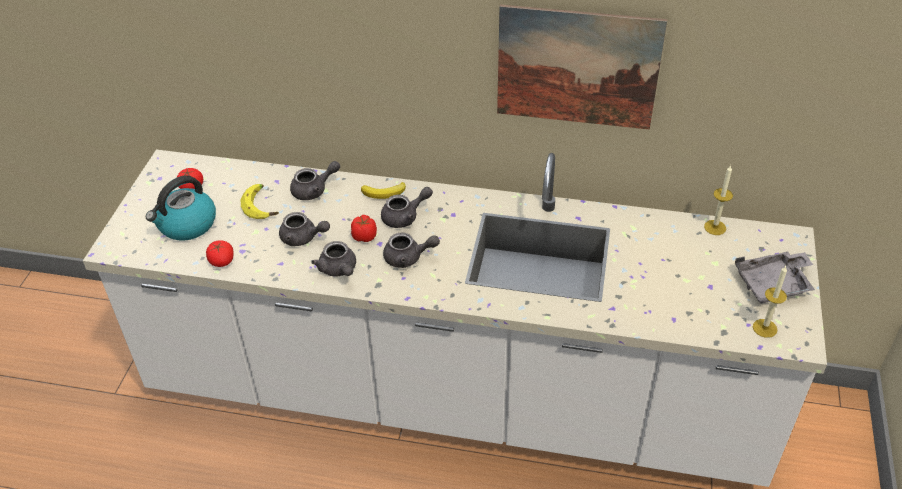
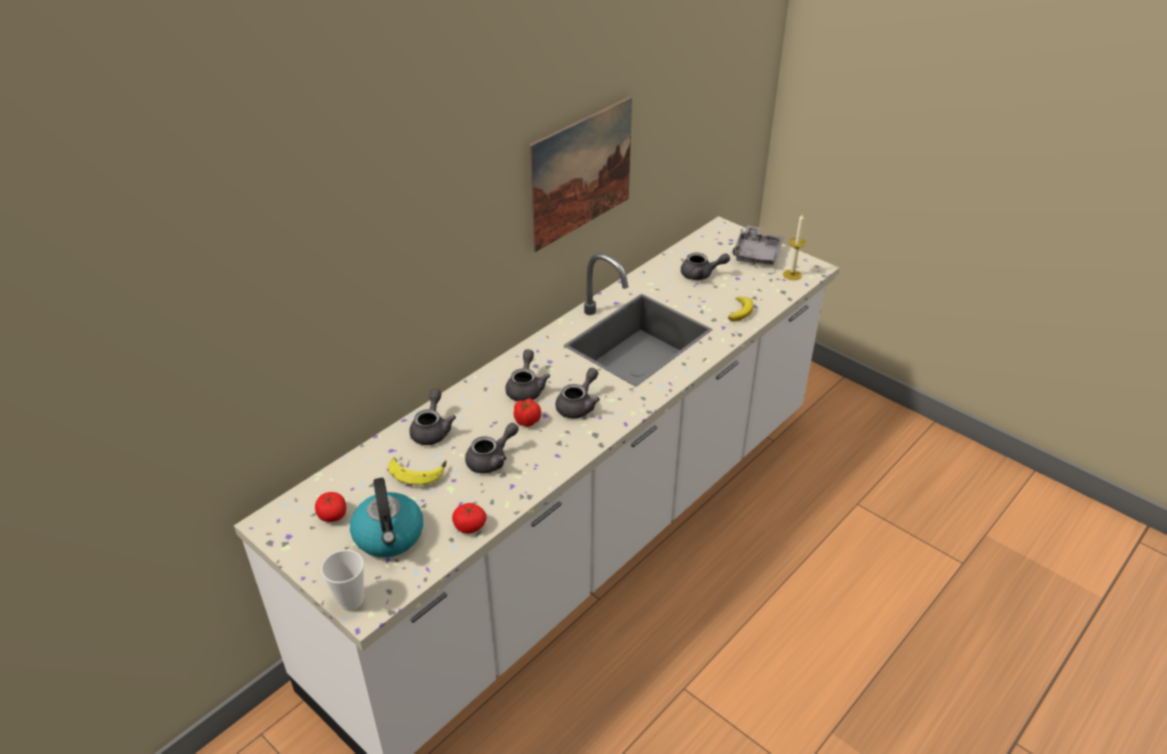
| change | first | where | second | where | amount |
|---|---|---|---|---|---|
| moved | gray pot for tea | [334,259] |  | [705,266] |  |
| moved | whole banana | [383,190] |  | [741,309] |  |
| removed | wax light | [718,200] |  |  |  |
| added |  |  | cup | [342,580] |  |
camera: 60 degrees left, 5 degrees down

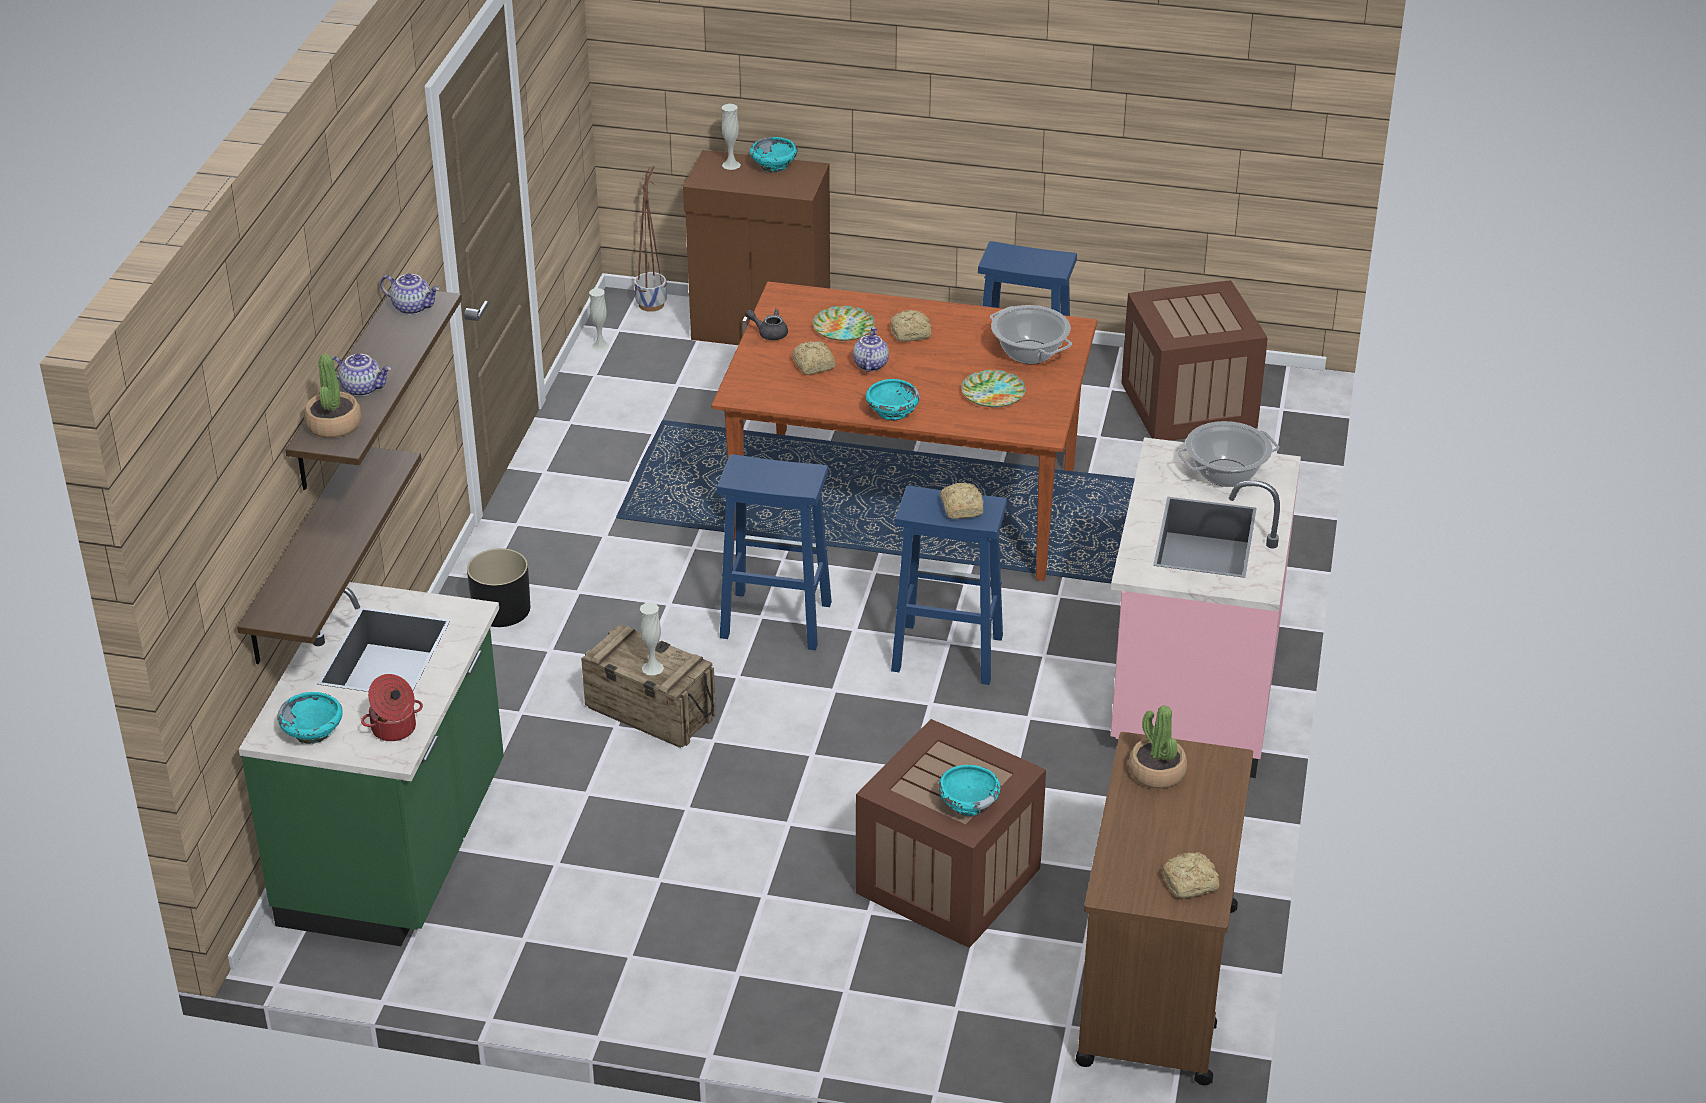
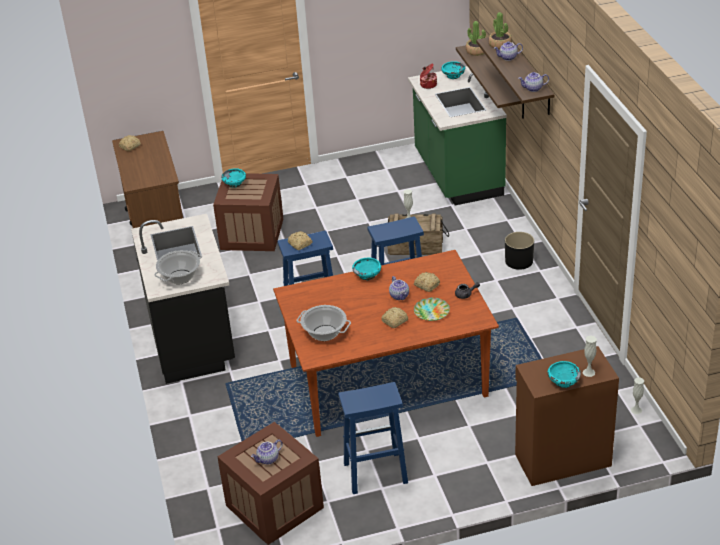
| change | first | where | second | where | amount |
|---|---|---|---|---|---|
| removed | planter | [650,239] |  |  |  |
| removed | plate | [993,388] |  |  |  |
| recoloured | pink counter | [1206,607] | black-coloured counter | [183,299] |  |
| moved | plant in a pot | [1158,747] |  | [476,38] |  |
| added |  |  | pot for tea | [267,451] |  |
camera: 155 degrees right, 0 degrees up

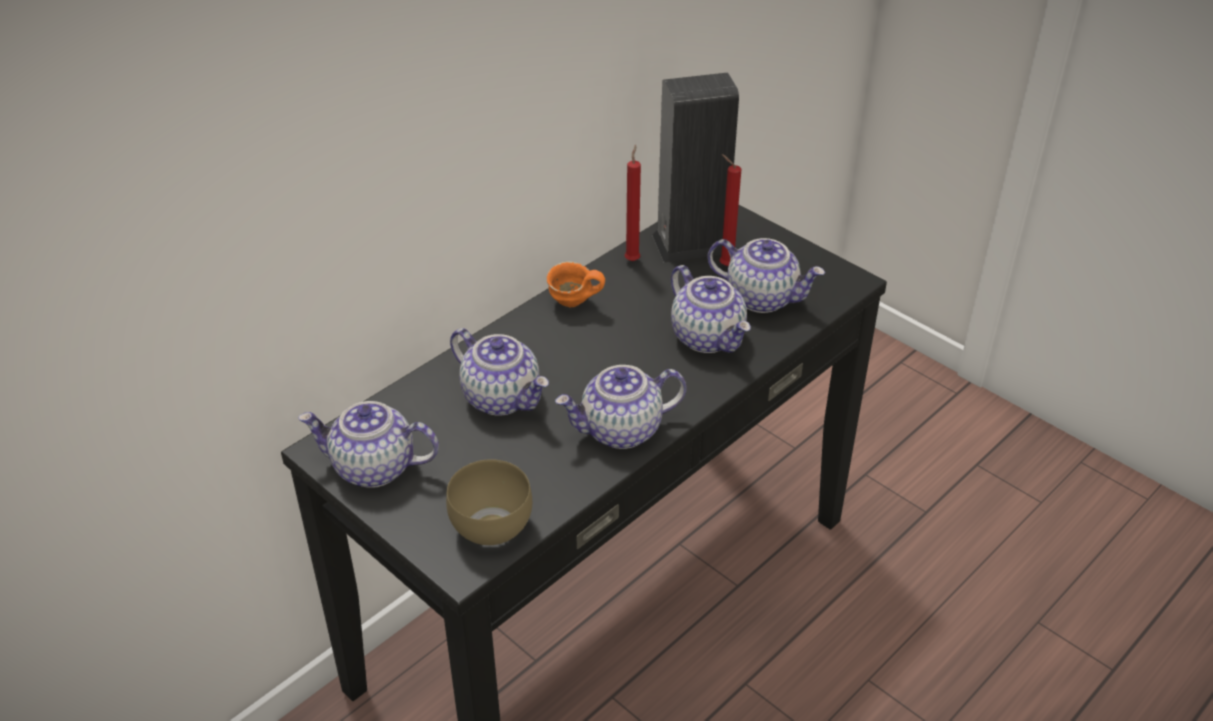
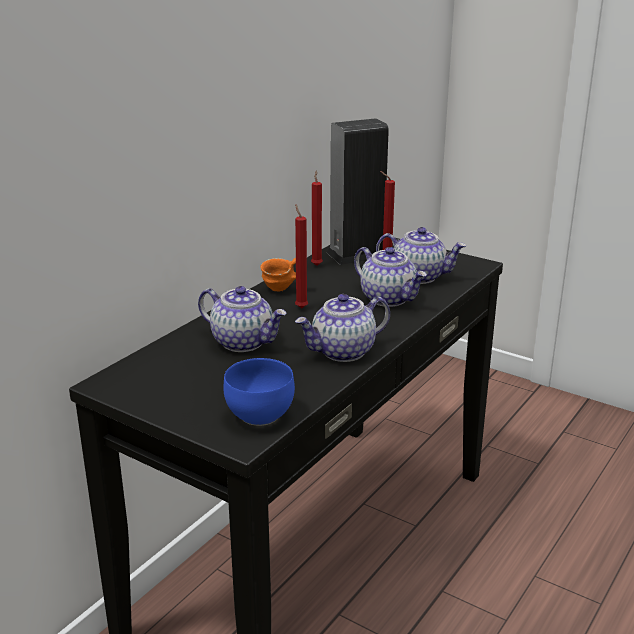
| change | first | where | second | where | amount |
|---|---|---|---|---|---|
| removed | pot for tea | [368,444] |  |  |  |
| recoloured | brownish serving bowl | [489,502] | blue-coloured serving bowl | [259,392] |  |
| added |  |  | reddish wax light | [301,256] |  |
camera: 10 degrees left, 15 degrees down

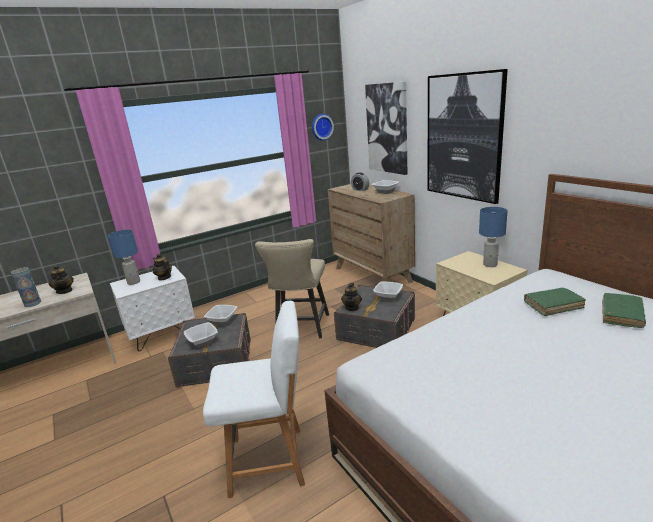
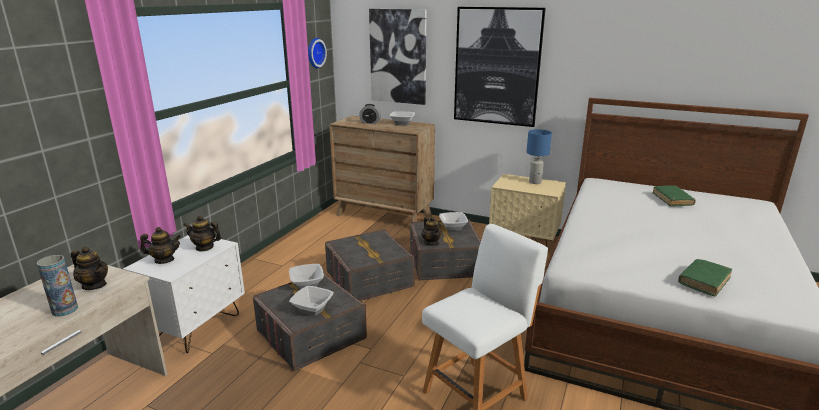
| change | first | where | second | where | amount |
|---|---|---|---|---|---|
| replaced | blue-coloured lamp for a table | [123,257] | pot for tea | [160,245] |  |
| replaced | sand-coloured plain chair | [292,288] | gray storage box | [370,265] |  |
| moved | green-coloured book | [555,302] |  | [705,278] |  |
camera: 35 degrees left, 0 degrees up

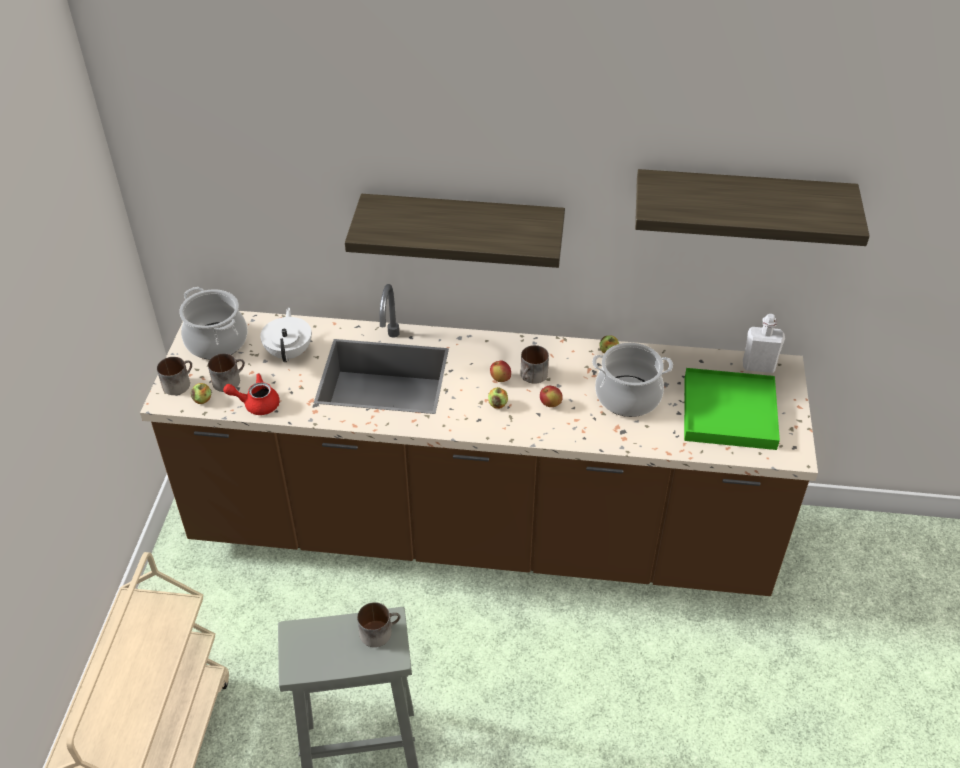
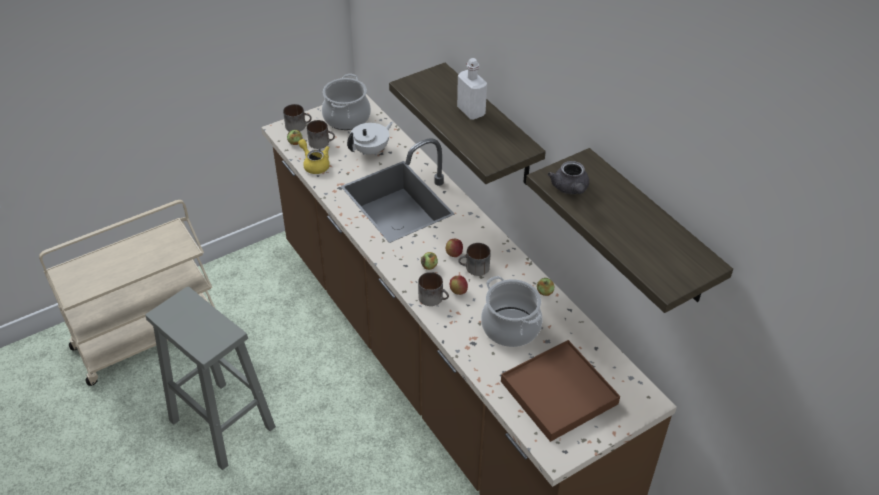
| change | first | where | second | where | amount |
|---|---|---|---|---|---|
| recoloured | reddish pot for tea | [251,394] | yellowish pot for tea | [314,156] |  |
| moved | tea mug | [378,624] |  | [433,289] |  |
| recoloured | green-coloured tray | [732,409] | brownish tray | [560,391] |  |
| moved | white-coloured bottle | [764,343] |  | [472,89] |  |
| added |  |  | gray pot for tea | [568,177] |  |
camera: 50 degrees right, 0 degrees up

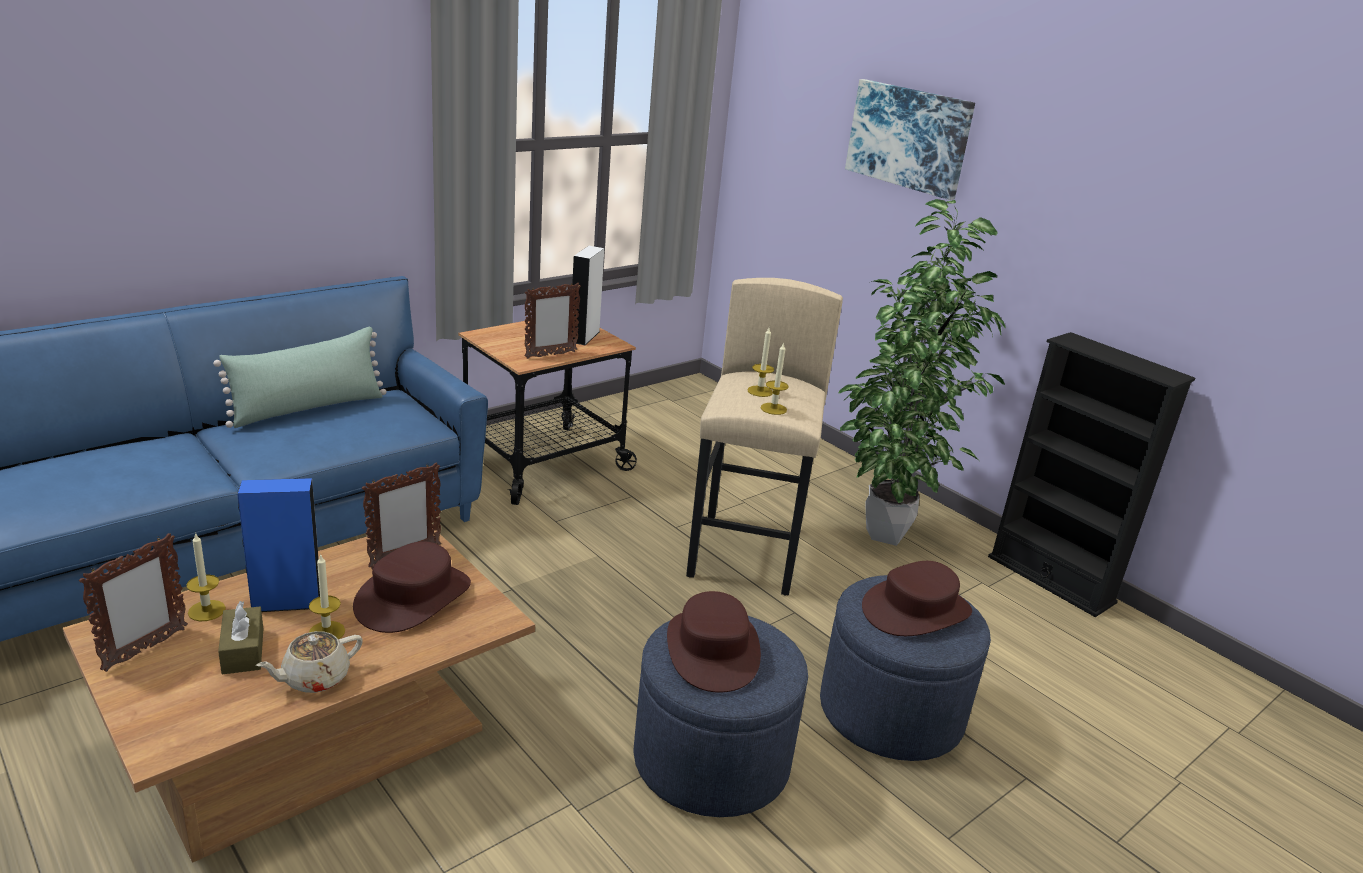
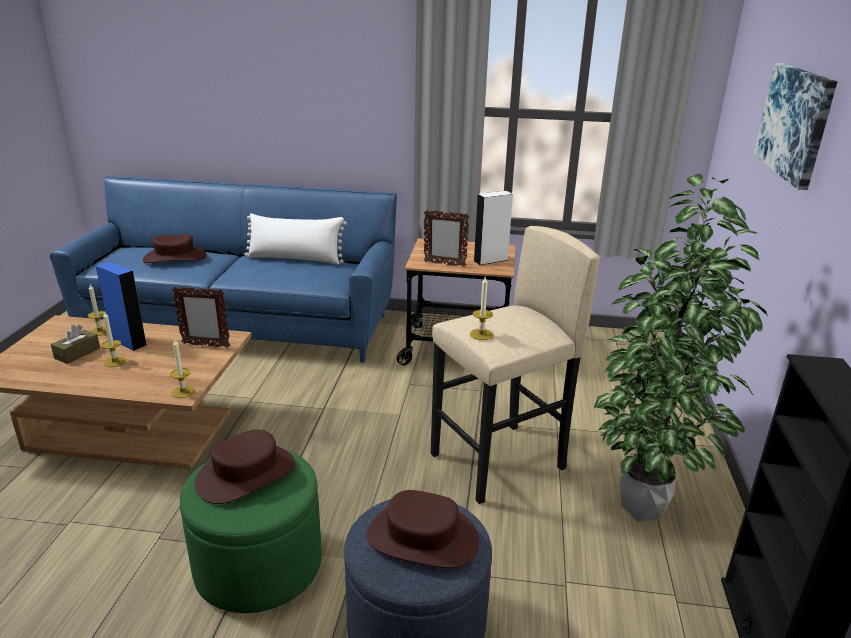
| change | first | where | second | where | amount |
|---|---|---|---|---|---|
| removed | photo frame | [133,602] |  |  |  |
| recoloured | green-coloured pillow | [299,377] | white-coloured pillow | [295,239] |  |
| removed | sand-coloured pot for tea | [309,662] |  |  |  |
| moved | brownish clothing hat | [412,587] |  | [175,248] |  |
| recoloured | blue-coloured footrest | [721,716] | green-coloured footrest | [251,531] |  |
| moved | wax light | [760,362] |  | [182,369] |  |
camera: 50 degrees right, 0 degrees up

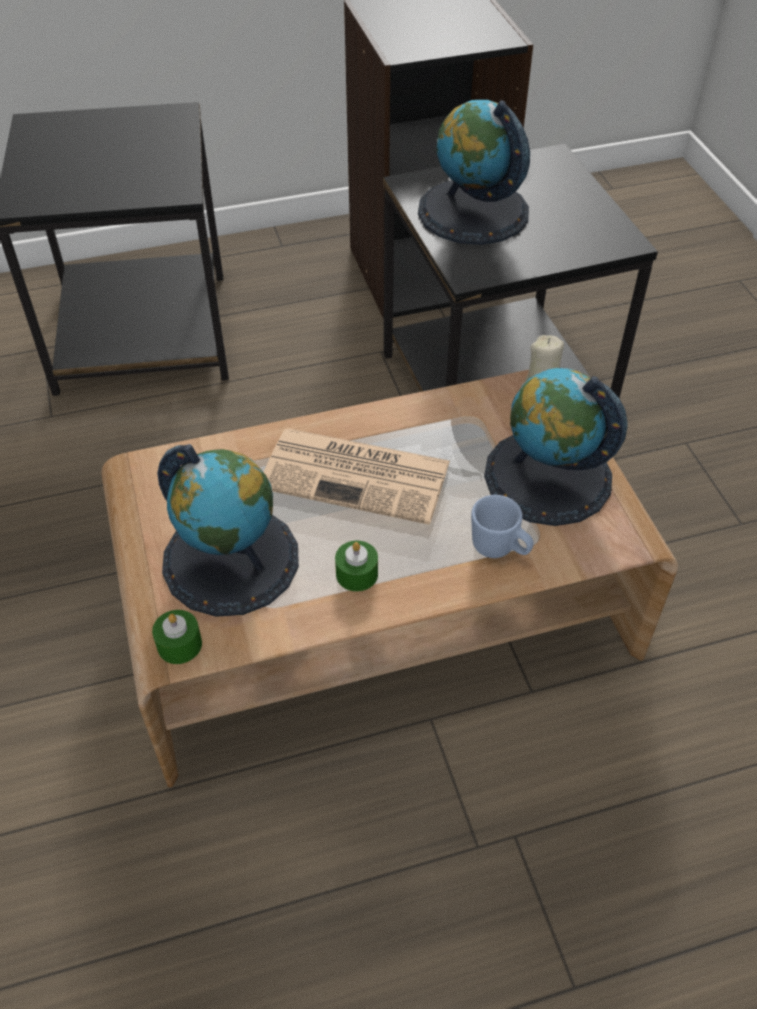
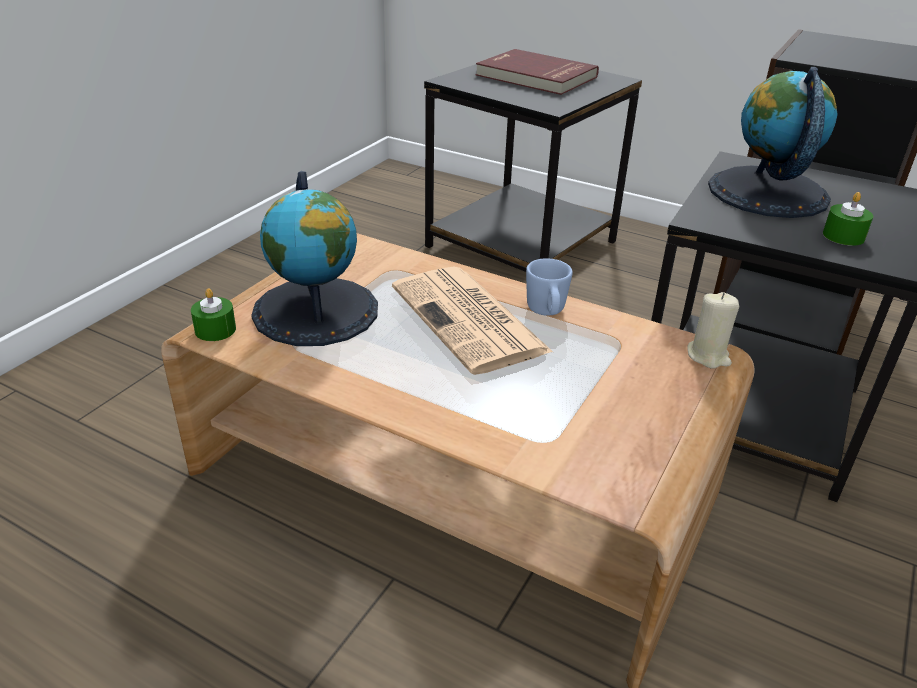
| change | first | where | second | where | amount |
|---|---|---|---|---|---|
| moved | green-coloured wax light | [356,566] |  | [848,219] |  |
| moved | blue-coloured tea mug | [502,526] |  | [549,287] |  |
| removed | globe | [555,447] |  |  |  |
| added |  |  | reddish book | [537,72] |  |
camera: 45 degrees right, 15 degrees down

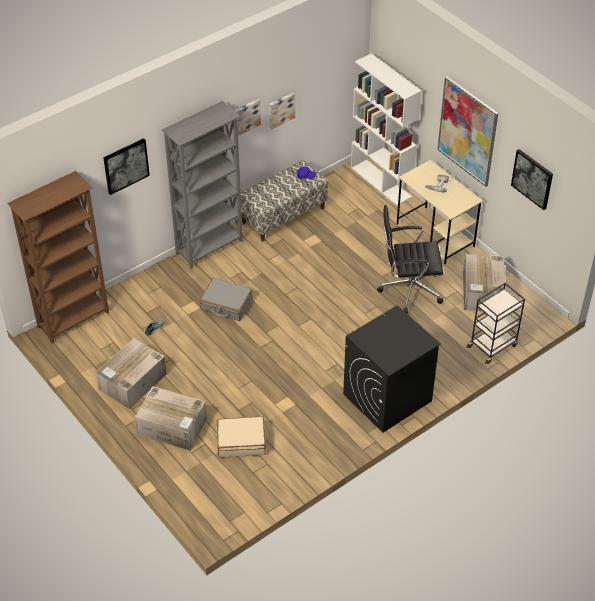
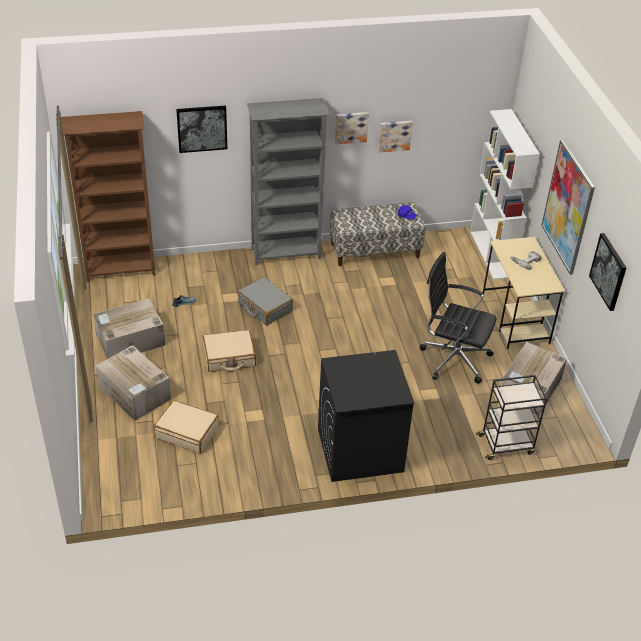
| change | first | where | second | where | amount |
|---|---|---|---|---|---|
| added |  |  | sand-coloured travel case | [229,351] |  |
camera: 25 degrees right, 5 degrees down

